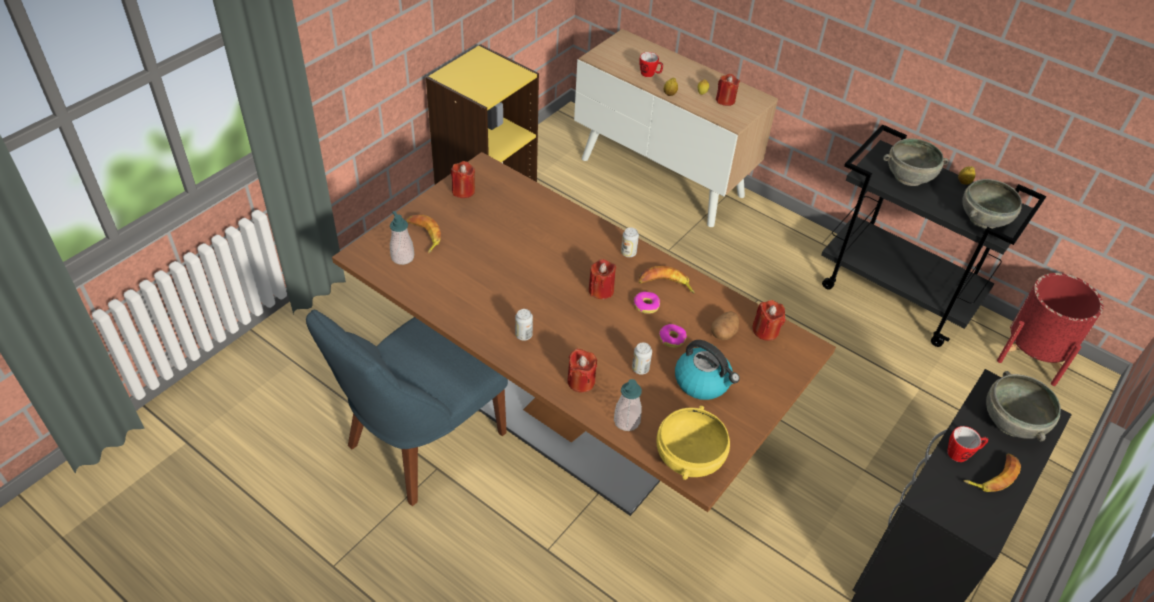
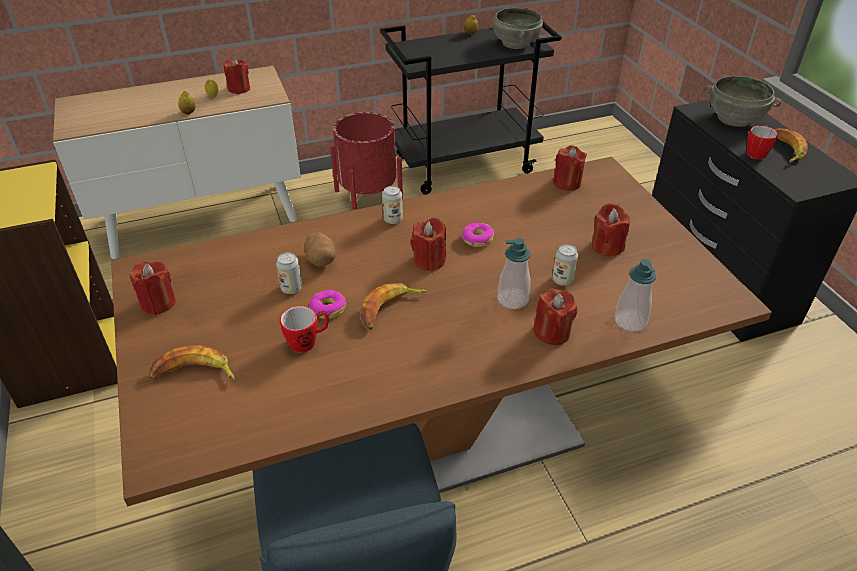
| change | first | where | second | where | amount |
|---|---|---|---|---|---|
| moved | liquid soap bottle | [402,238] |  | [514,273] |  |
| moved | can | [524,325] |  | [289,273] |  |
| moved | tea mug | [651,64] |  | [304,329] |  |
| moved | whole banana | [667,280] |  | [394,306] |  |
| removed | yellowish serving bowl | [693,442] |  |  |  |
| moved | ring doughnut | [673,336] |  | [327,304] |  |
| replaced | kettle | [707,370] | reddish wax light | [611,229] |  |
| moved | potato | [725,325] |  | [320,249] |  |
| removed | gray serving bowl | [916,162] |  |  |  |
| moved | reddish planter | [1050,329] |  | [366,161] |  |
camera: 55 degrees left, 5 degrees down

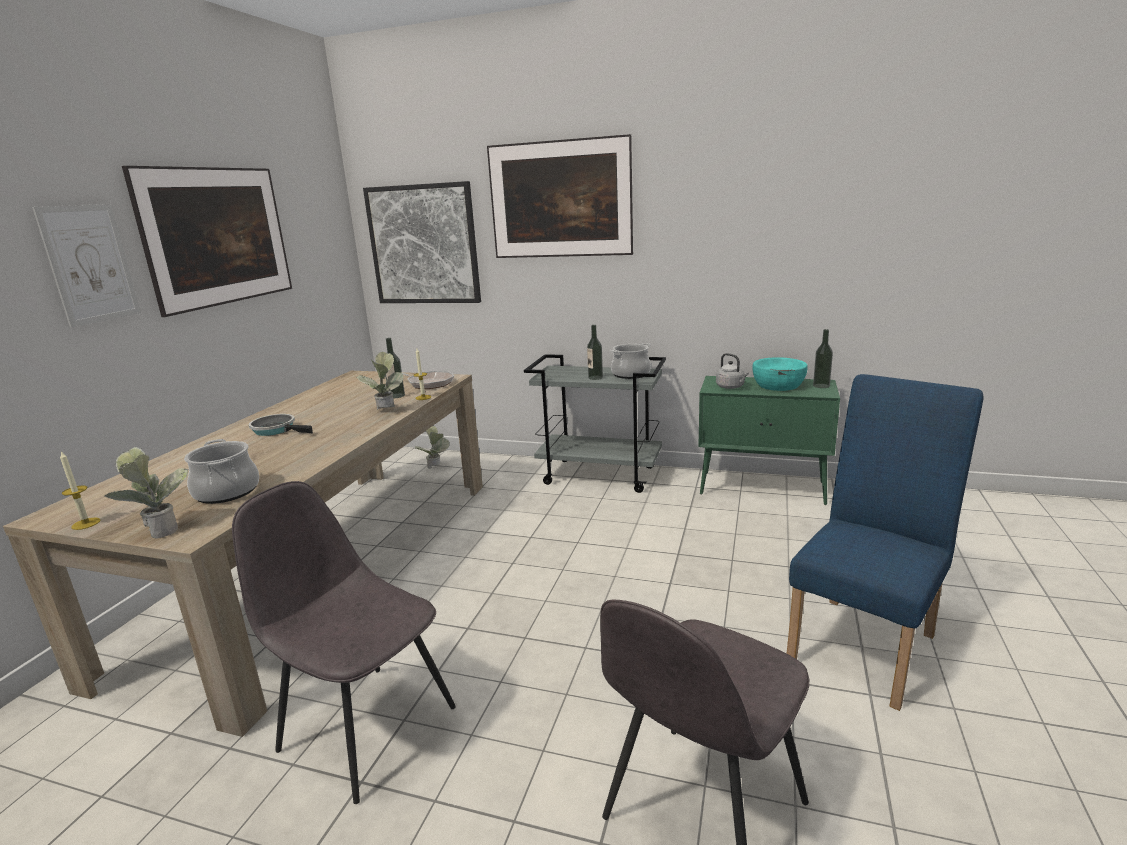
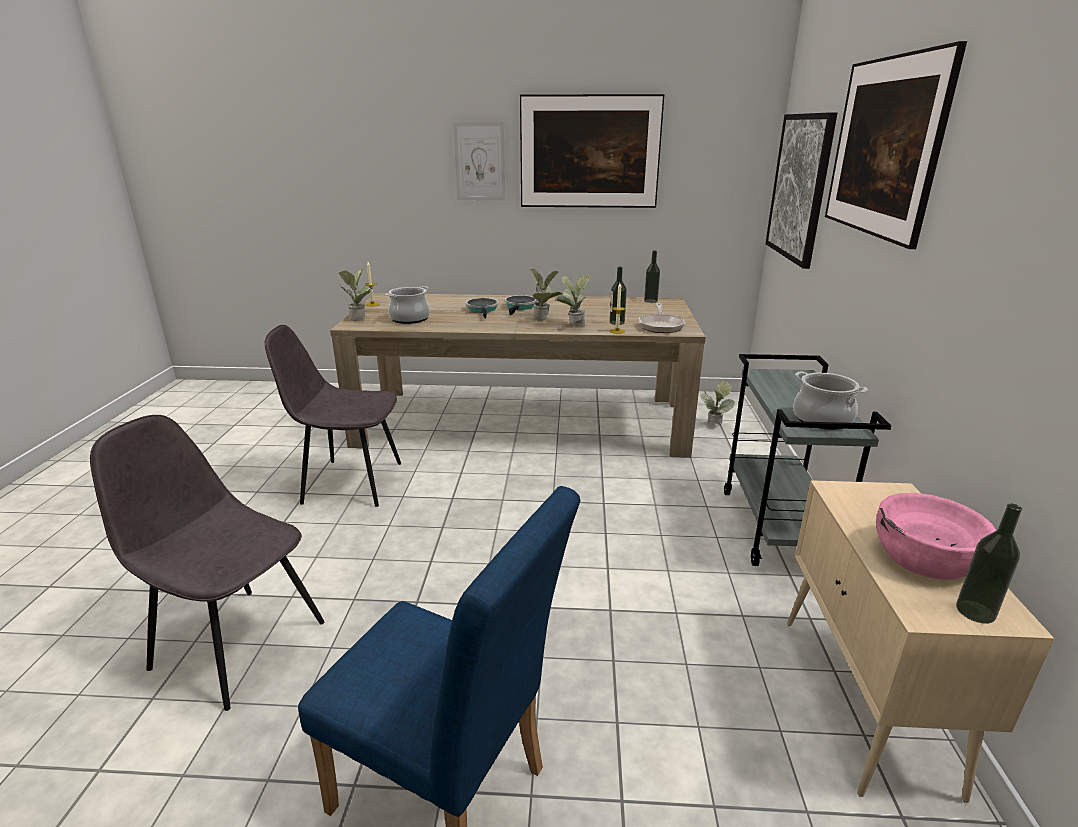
| change | first | where | second | where | amount |
|---|---|---|---|---|---|
| turned | gray plain chair | [344,642] |  | [333,416] | 105 degrees counterclockwise |
| moved | bottle | [595,352] |  | [652,276] |  |
| recoloured | green-coloured storage cabinet | [769,440] | sand-coloured storage cabinet | [920,641] |  |
| removed | gray kettle | [732,371] |  |  |  |
| recoloured | blue-green serving bowl | [780,374] | pink serving bowl | [936,536] |  |
| added |  |  | pan | [482,308] |  |
| added |  |  | plant in a pot | [546,295] |  |
camera: 75 degrees right, 5 degrees up

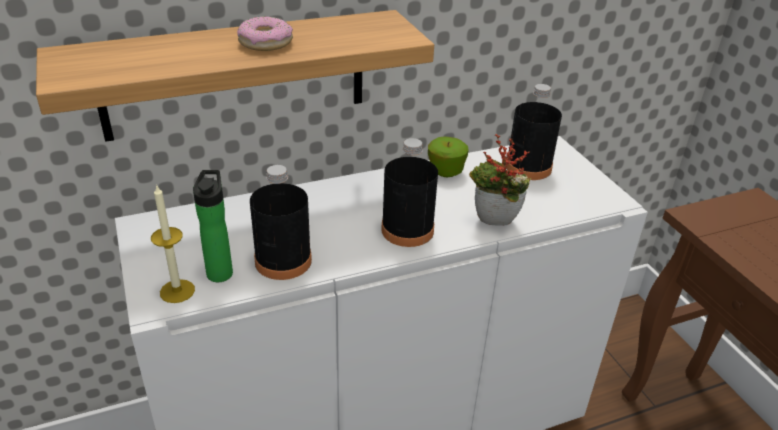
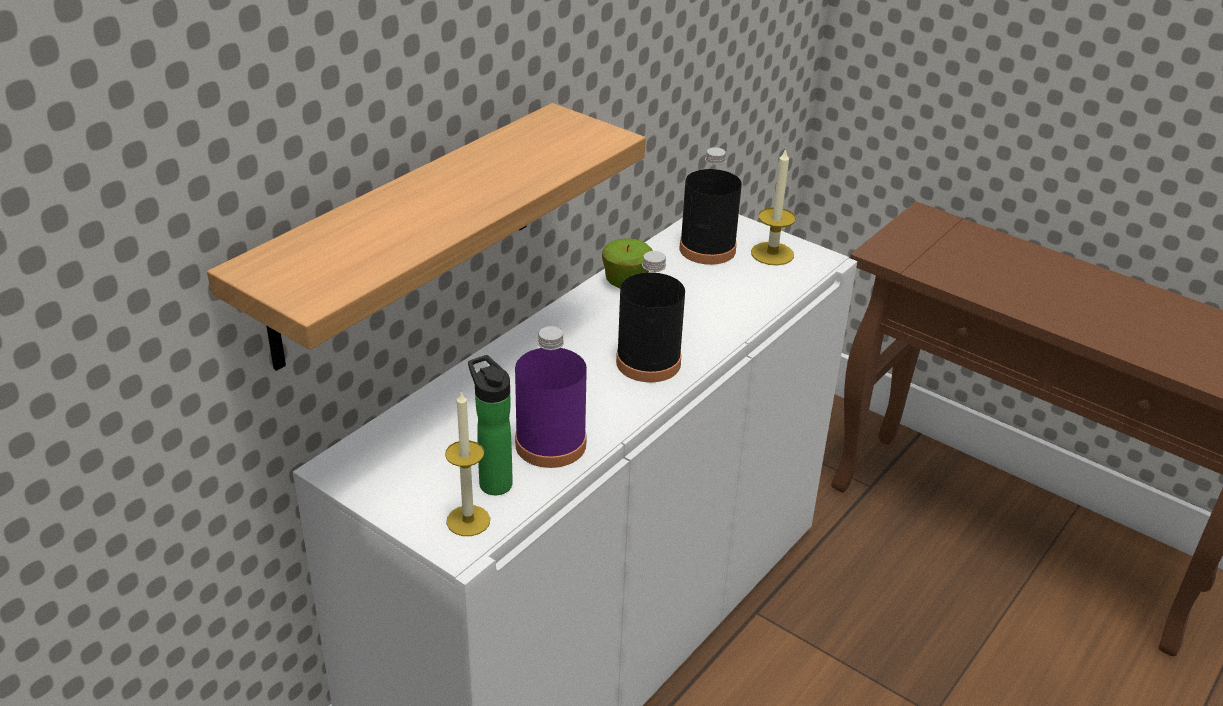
| change | first | where | second | where | amount |
|---|---|---|---|---|---|
| removed | ring doughnut | [265,33] |  |  |  |
| recoloured | black-coloured bottle | [281,222] | purple bottle | [551,397] |  |
| removed | plant in a pot | [500,180] |  |  |  |
| added |  |  | wax light | [773,206] |  |
camera: 30 degrees left, 0 degrees up

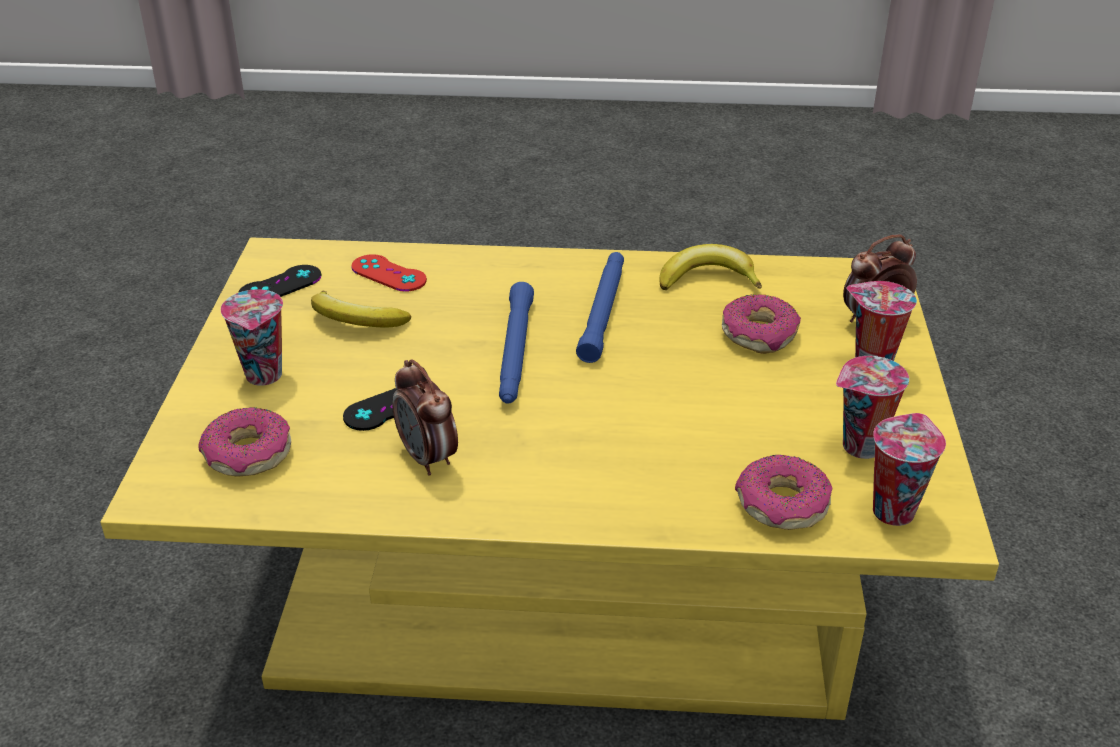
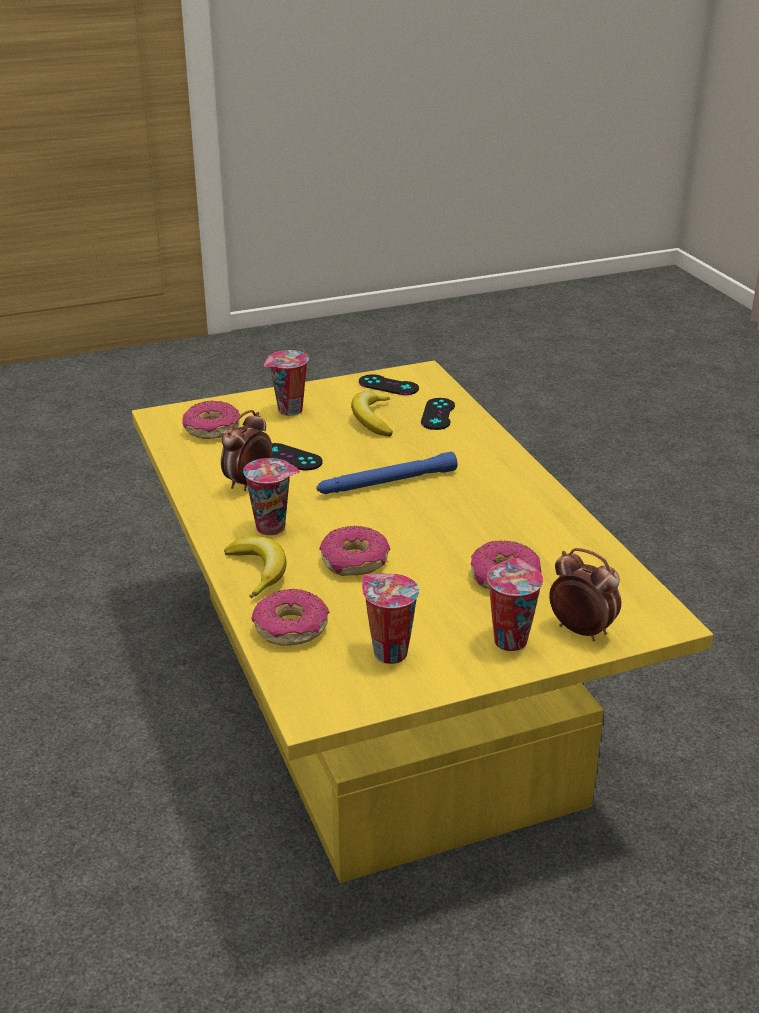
| change | first | where | second | where | amount |
|---|---|---|---|---|---|
| recoloured | reddish game controller | [389,273] | black-coloured game controller | [438,414] |  |
| removed | blue-coloured torch | [600,307] |  |  |  |
| moved | whole banana | [711,267] |  | [255,567] |  |
| moved | cup | [909,469] |  | [271,496] |  |
| added |  |  | ring doughnut | [354,551] |  |
camera: 65 degrees right, 5 degrees down

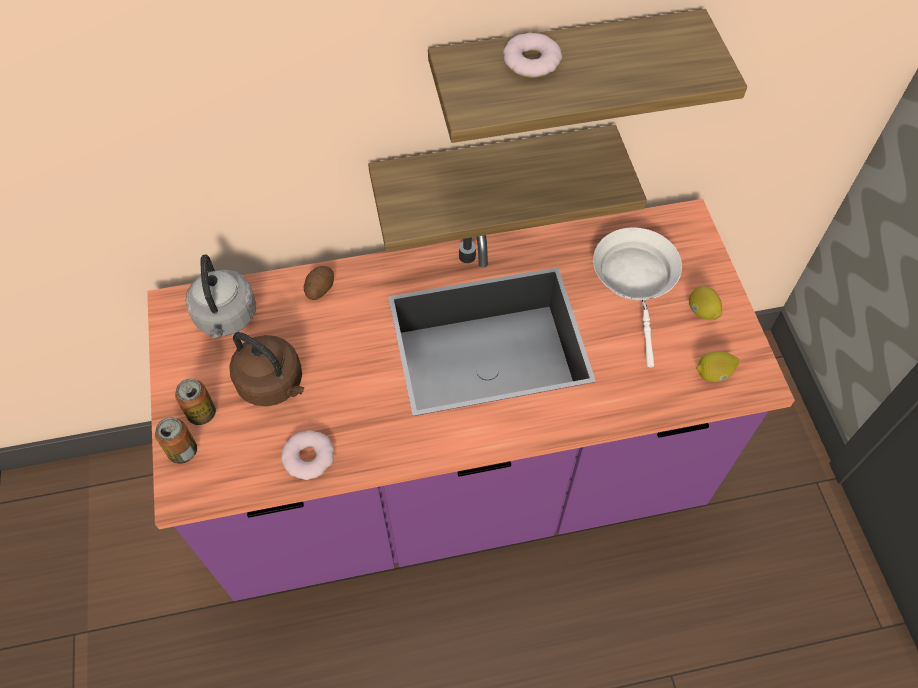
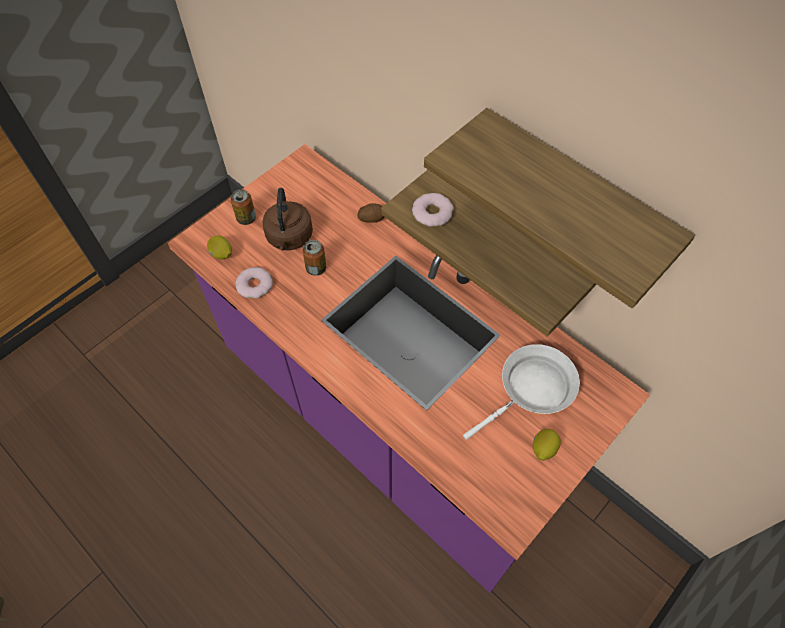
| change | first | where | second | where | amount |
|---|---|---|---|---|---|
| moved | can | [176,440] |  | [314,258] |  |
| removed | gray kettle | [221,296] |  |  |  |
| moved | ring doughnut | [532,55] |  | [433,210] |  |
| moved | lemon | [717,366] |  | [219,247] |  |
camera: 55 degrees right, 0 degrees up

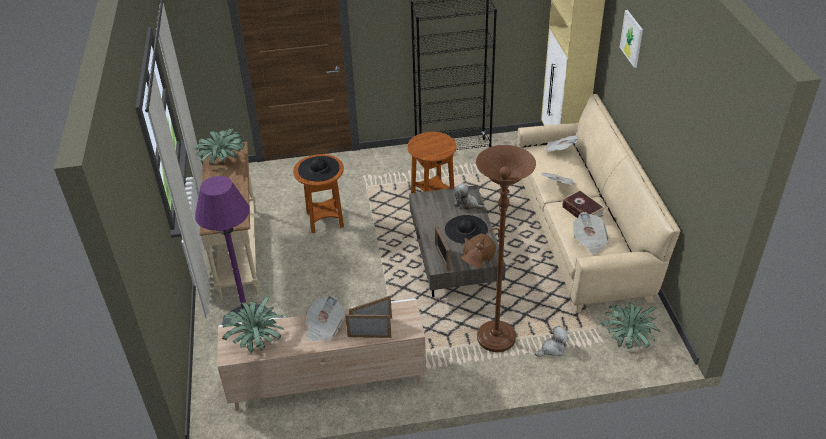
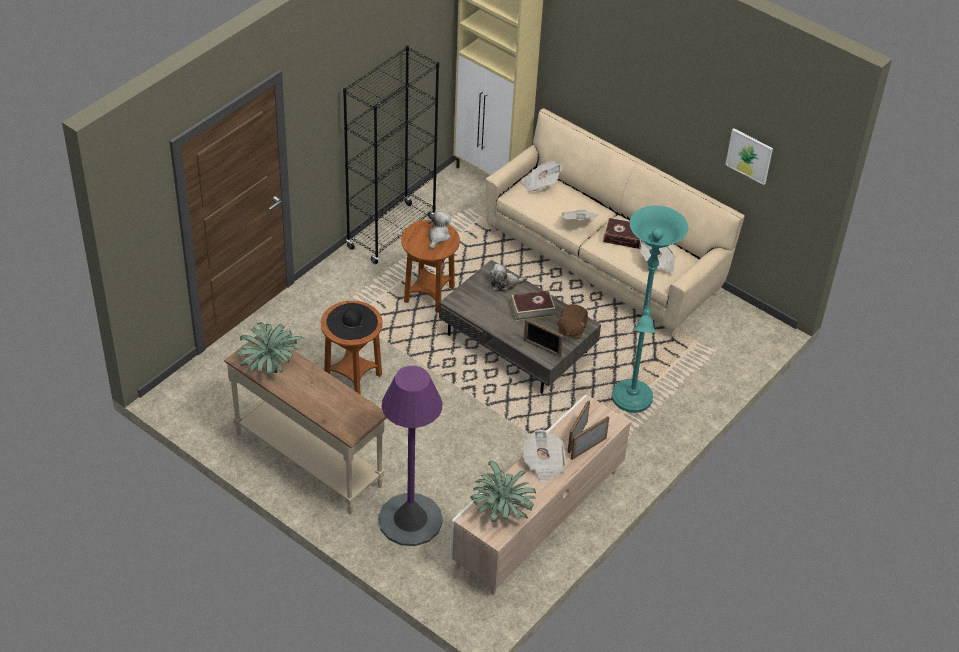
| change | first | where | second | where | amount |
|---|---|---|---|---|---|
| replaced | black-coloured clothing hat | [466,229] | book | [533,306] |  |
| recoloured | brownish standing lamp | [498,248] | blue-green standing lamp | [650,309] |  |
| moved | plush toy | [552,341] |  | [439,230] |  |
| removed | plant in a pot | [630,325] |  |  |  |
| moved | picture | [631,39] |  | [749,156] |  |
camera: 45 degrees left, 5 degrees up

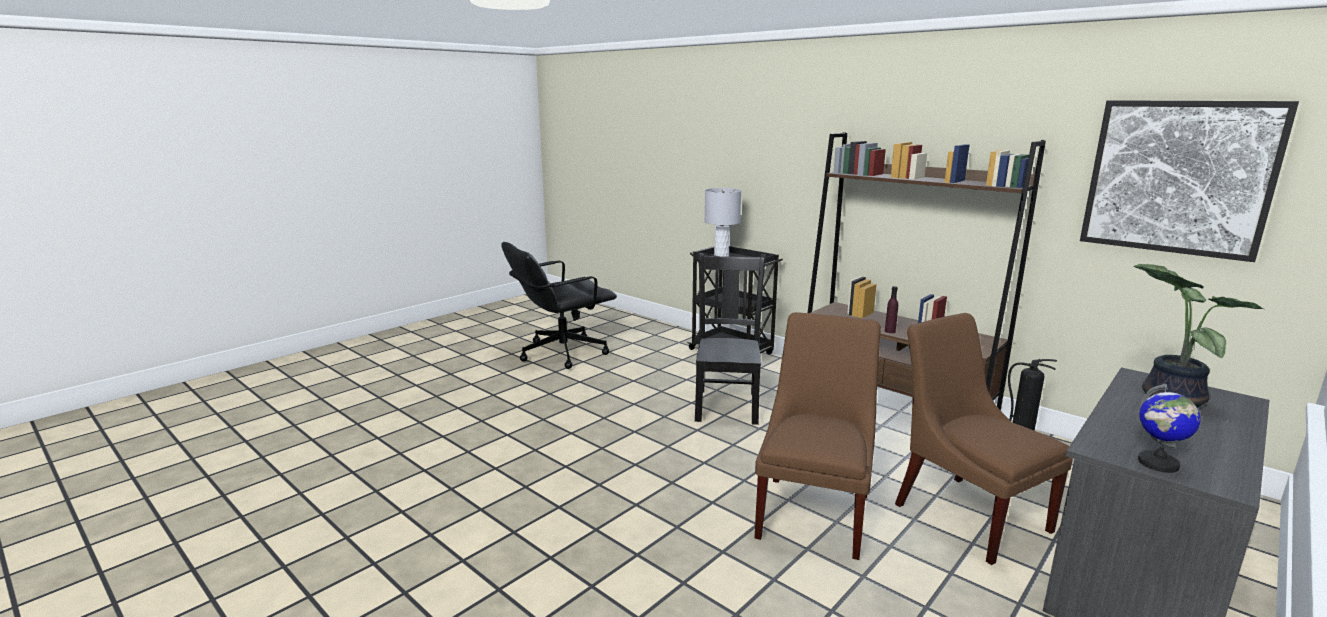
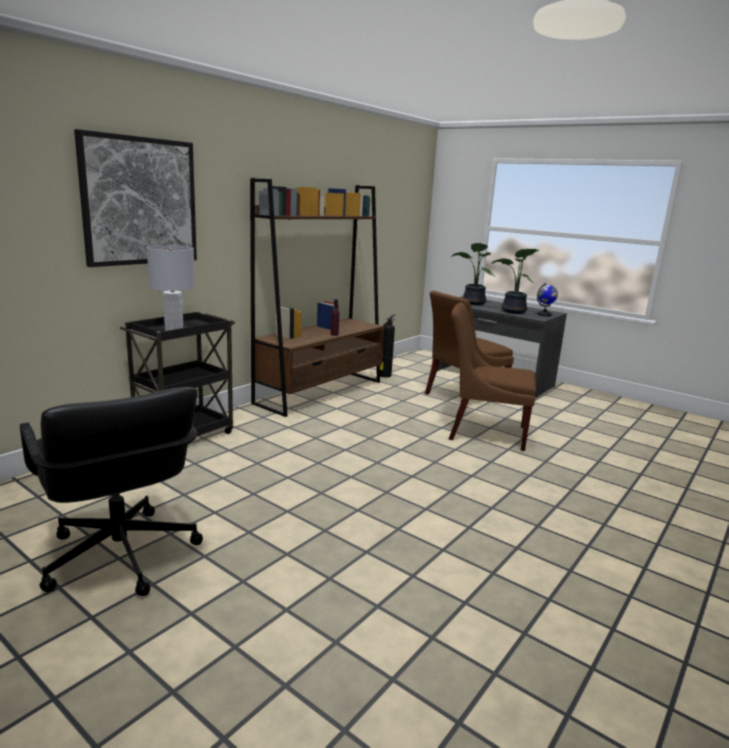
| change | first | where | second | where | amount |
|---|---|---|---|---|---|
| removed | black-coloured plain chair | [730,339] |  |  |  |
| moved | picture | [1189,181] |  | [135,198] |  |
| added |  |  | plant in a pot | [515,281] |  |
camera: 95 degrees left, 0 degrees up

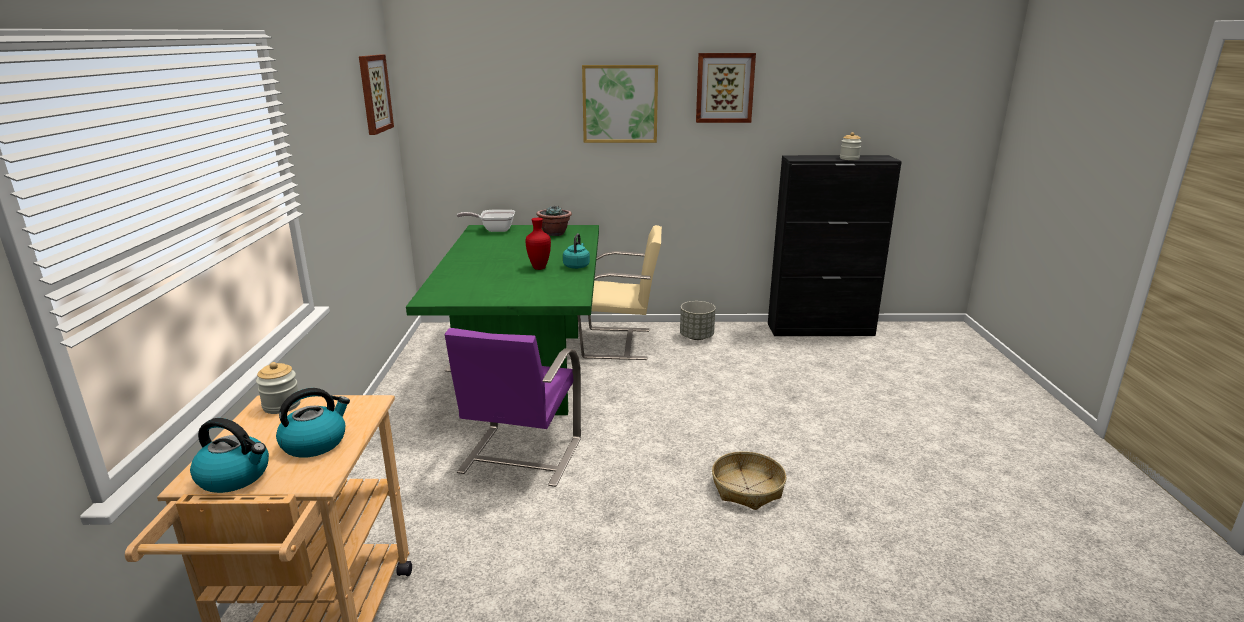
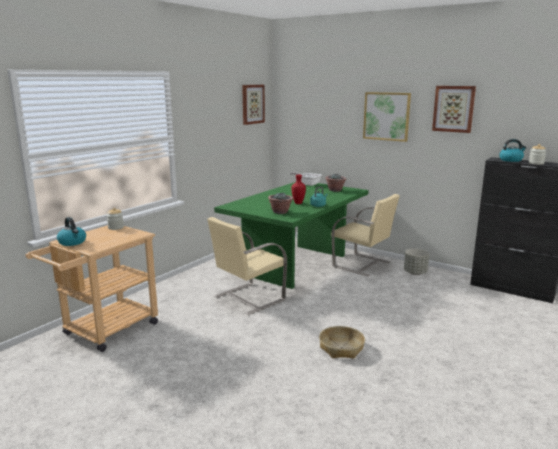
| change | first | where | second | where | amount |
|---|---|---|---|---|---|
| moved | kettle | [313,423] |  | [512,150] |  |
| recoloured | purple plain chair | [513,407] | sand-coloured plain chair | [247,266] |  |
| added |  |  | plant in a pot | [280,203] |  |
camera: 35 degrees right, 5 degrees down

